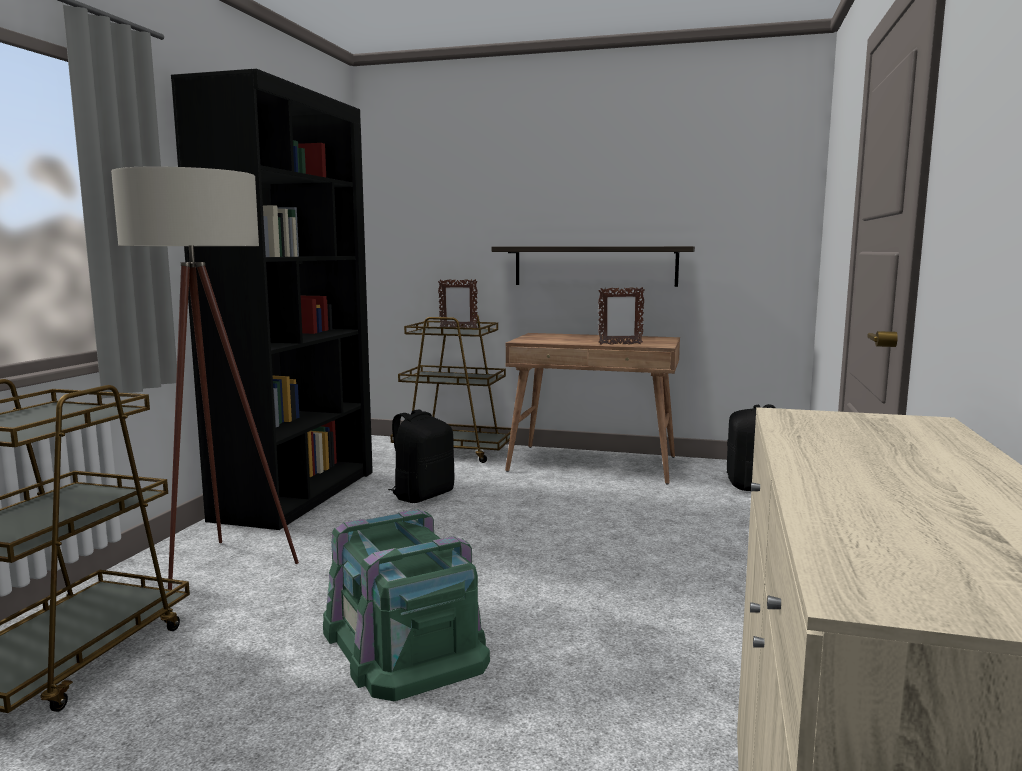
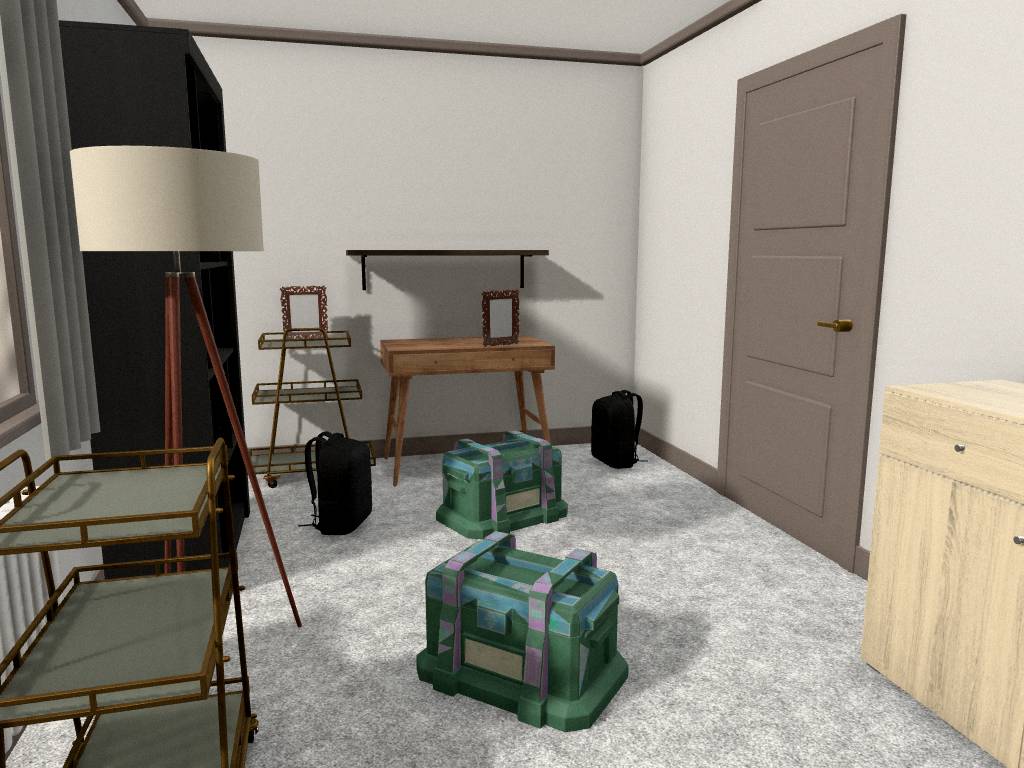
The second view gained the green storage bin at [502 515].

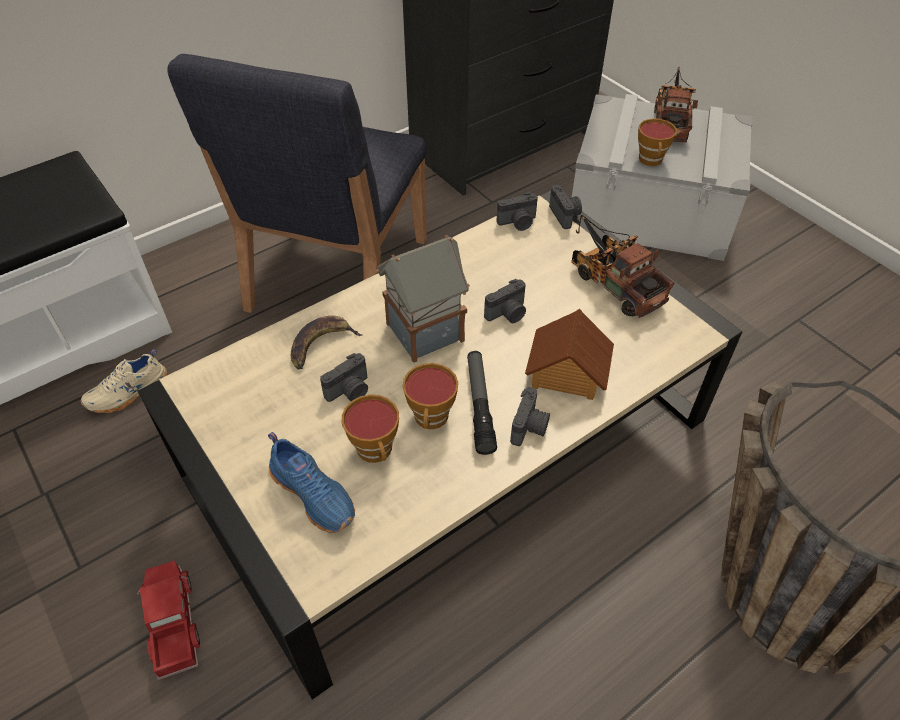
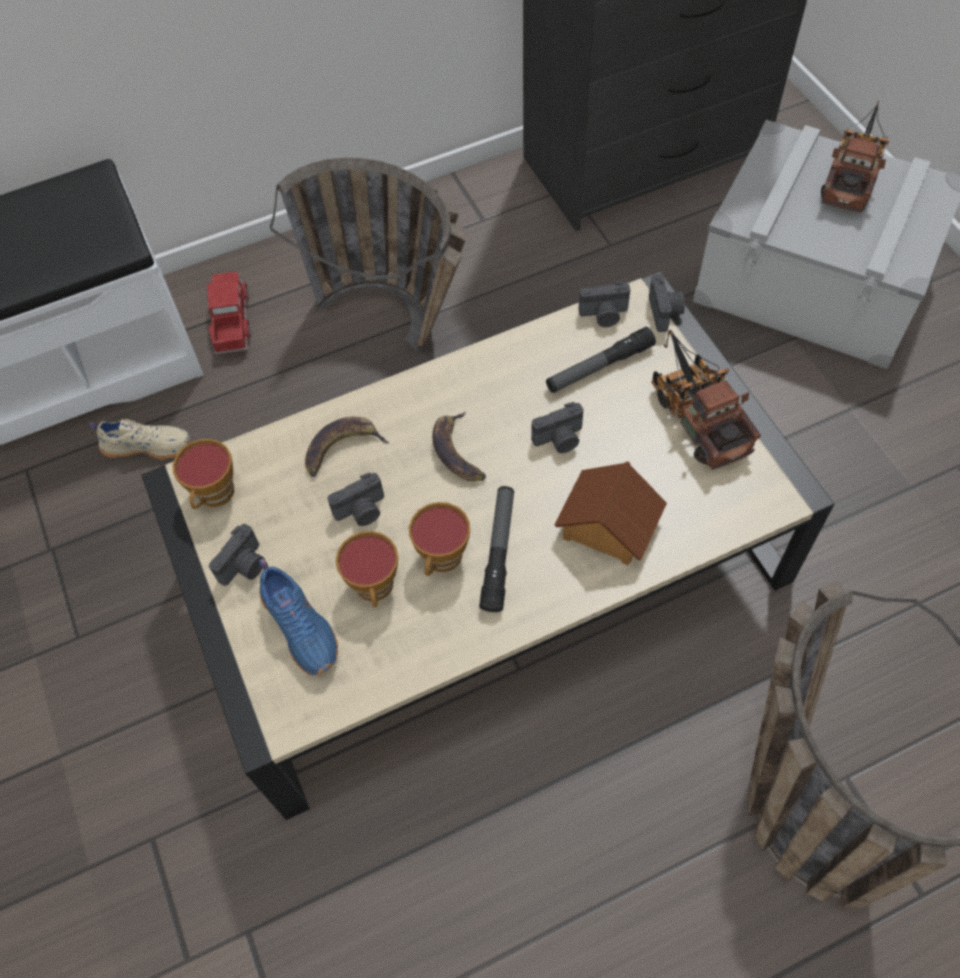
The sand-coloured low shoe at [128 393] ended up facing another way, 150 degrees counterclockwise from before.
The model truck ended up elsewhere, having gone from [173 623] to [231 321].
Where the blue-coloured upright chair stood at [336 275], the storage basket came to stand at [400 325].
Where the toy house stood at [423 334], the banana came to stand at [457 451].
The still camera ended up elsewhere, having gone from [530 427] to [245 566].
The drinking cup ended up elsewhere, having gone from [651 161] to [215 495].
The second view gained the torch at [599 367].

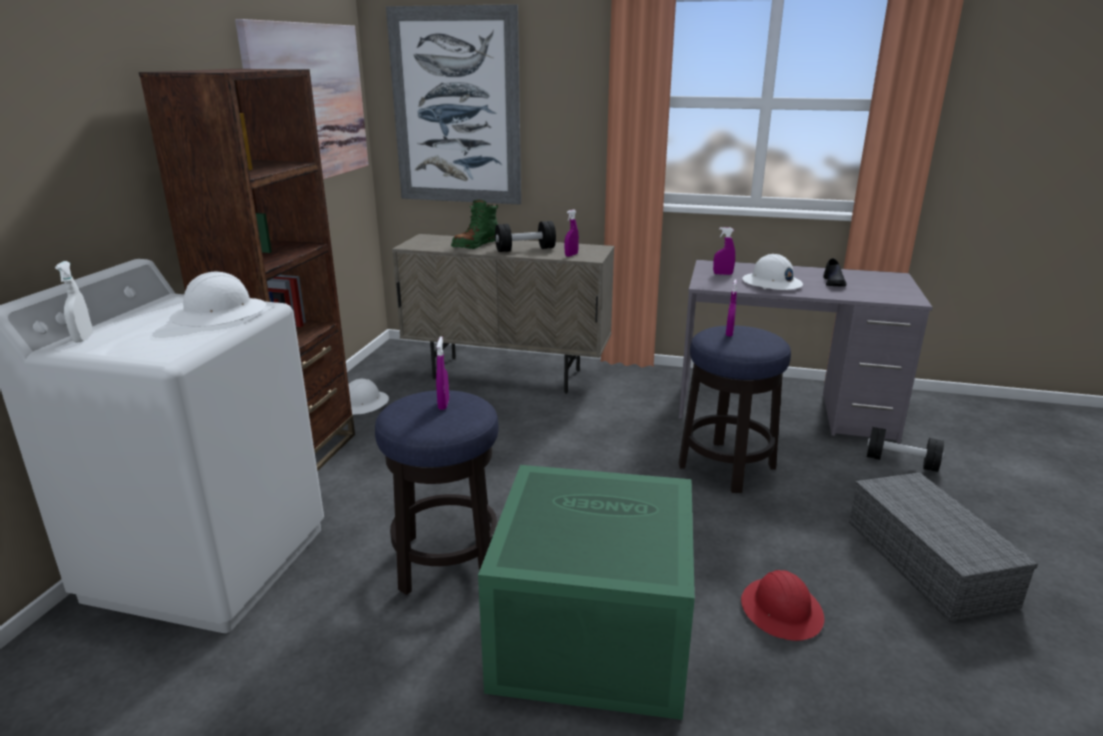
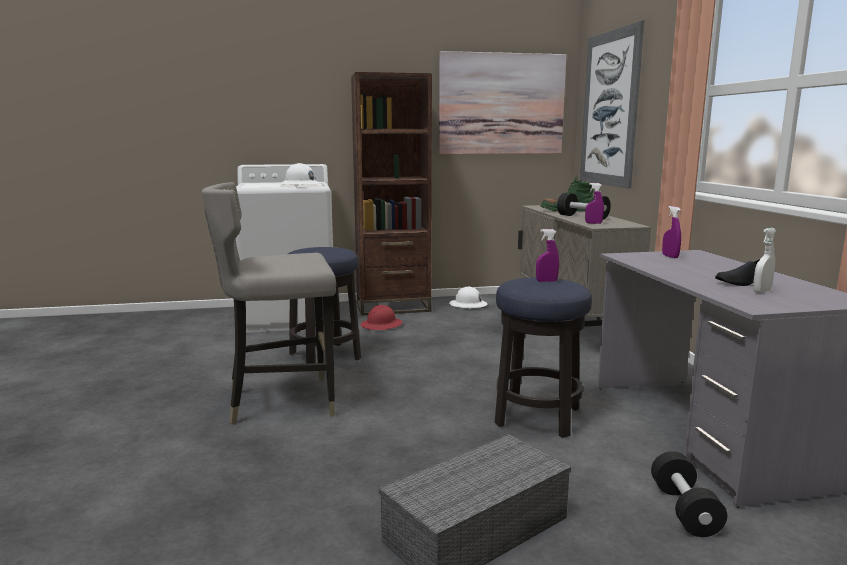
The white-coloured sprayer ended up elsewhere, having gone from [83 338] to [761 291].
The second view lost the purple sprayer at [443 404].
Where the green storage bin stood at [588 635], the greyish stool seat came to stand at [280 401].
The reddish work helmet ended up elsewhere, having gone from [782 610] to [381 325].
The second view lost the white-coloured work helmet at [771 283].

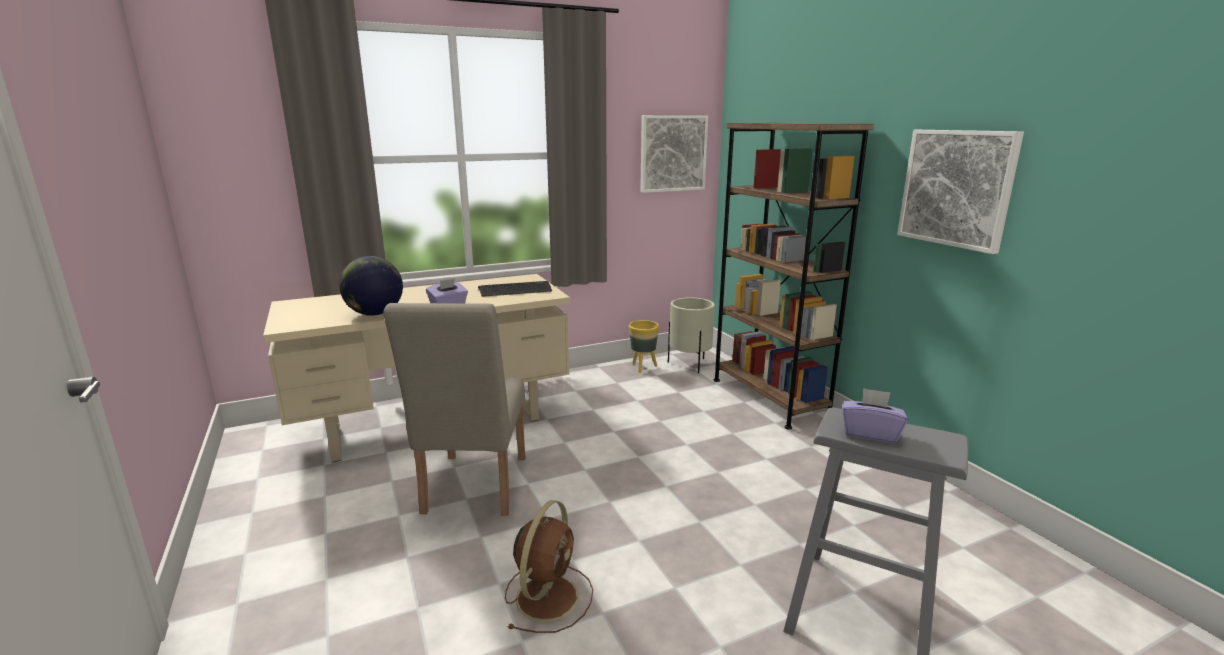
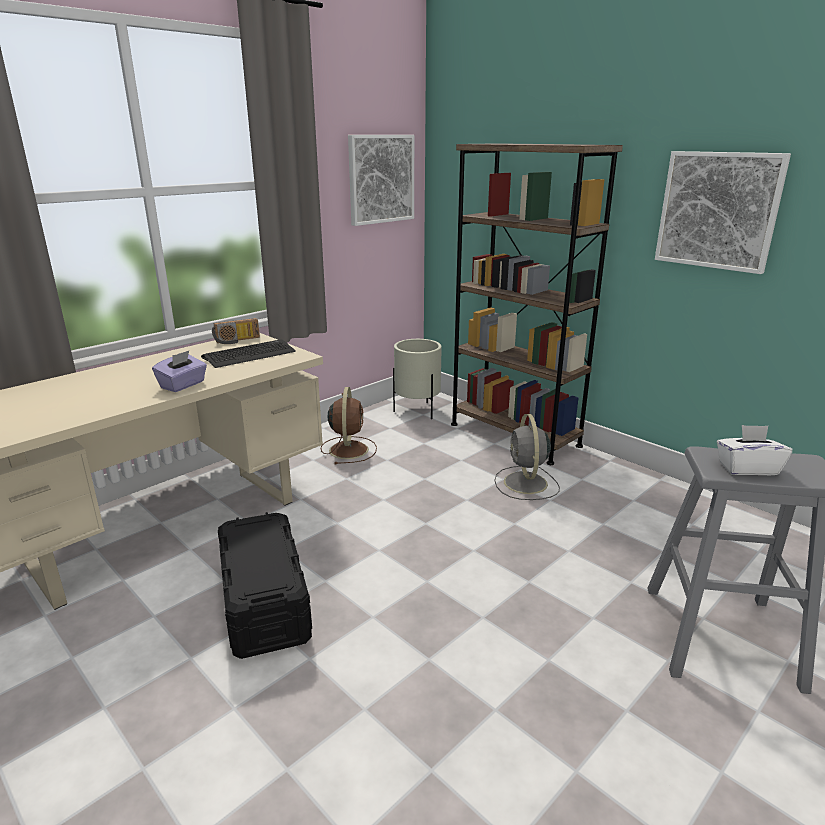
The second view lost the world globe at [375 314].
Where the sand-coloured upright chair stood at [472 490], the blackish storage bin came to stand at [264 603].
The brownish fan ended up elsewhere, having gone from [548 595] to [349 449].
The second view lost the yellow plant pot at [643 367].
What was the purple tissue box at [870 433] turned into the white-coloured tissue box at [747 468].
The second view gained the radio set at [237 341].
The second view gained the greyish fan at [526 484].

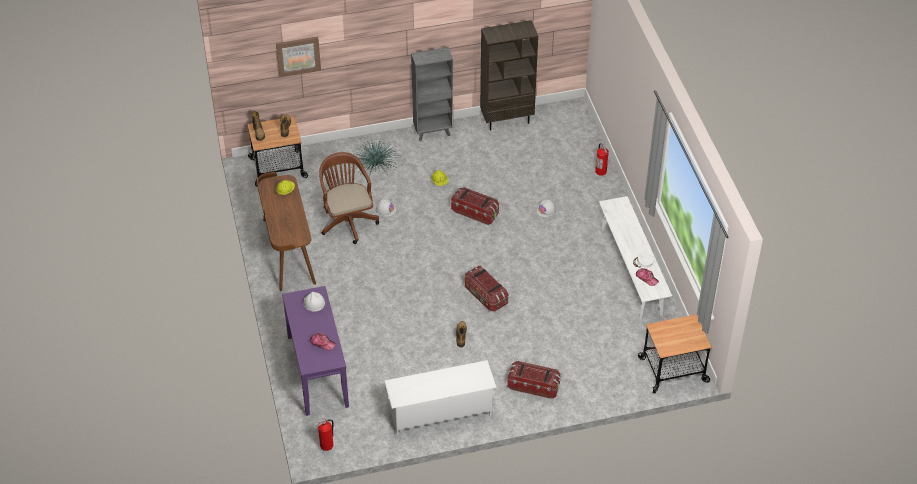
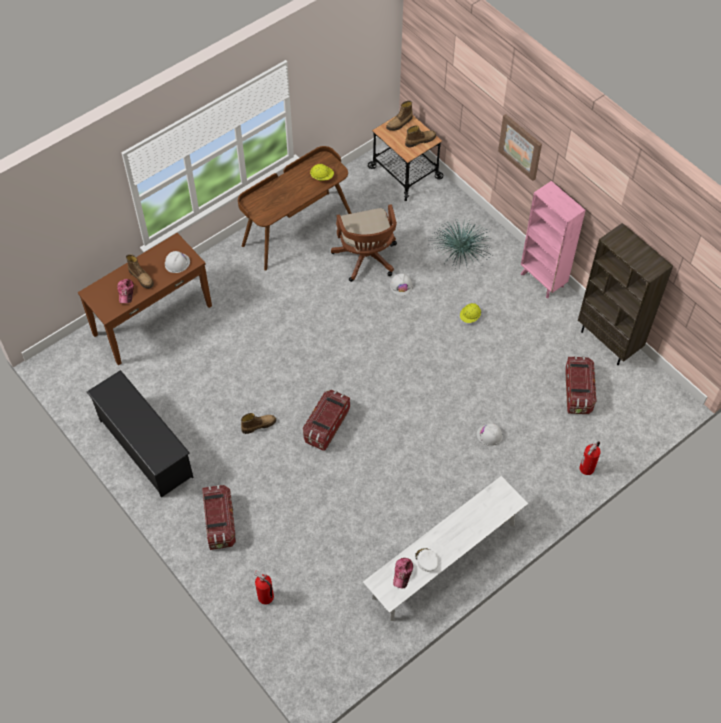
The wall art ended up elsewhere, having gone from [298 56] to [520 146].
What was the purple console table at [317 371] turned into the brownish console table at [152 320].
The extinguisher ended up elsewhere, having gone from [327 445] to [265 597].
The brownish computer chair at [347 220] ended up facing another way, 120 degrees clockwise from before.
What was the white-coloured shoe shelf at [440 412] turned into the blackish shoe shelf at [145 448].
What was the greyish bookcase at [433 132] turned into the pink bookcase at [542 281].
The storage bin ended up elsewhere, having gone from [475 212] to [578 392].
The second view lost the wheeled cart at [673 370].
The second view gained the high-top boot at [141 278].

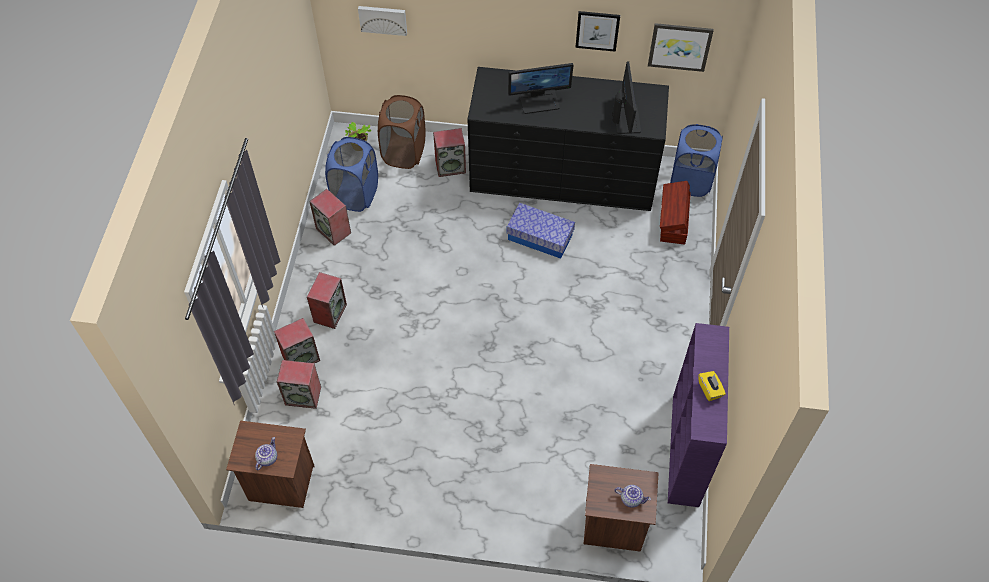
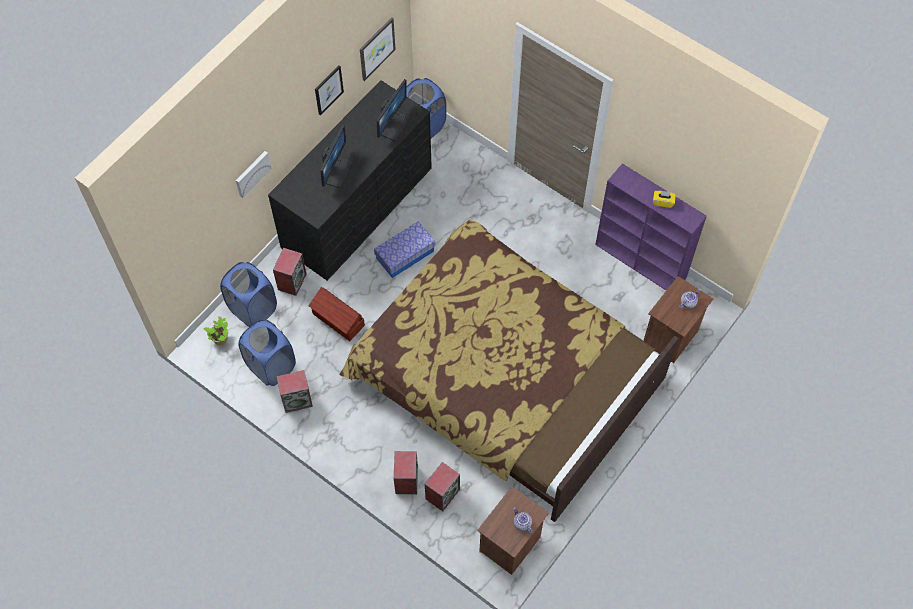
The second view lost the loudspeaker at [330 312].
The wall art ended up elsewhere, having gone from [383 19] to [252 173].
What was the brownish washing basket at [404 153] turned into the blue-coloured washing basket at [253 309].
The monitor at [625 119] ended up facing another way, 90 degrees clockwise from before.
The brownish storage bin ended up elsewhere, having gone from [673 221] to [338 320].
The second view gained the bedroom bed at [503 373].

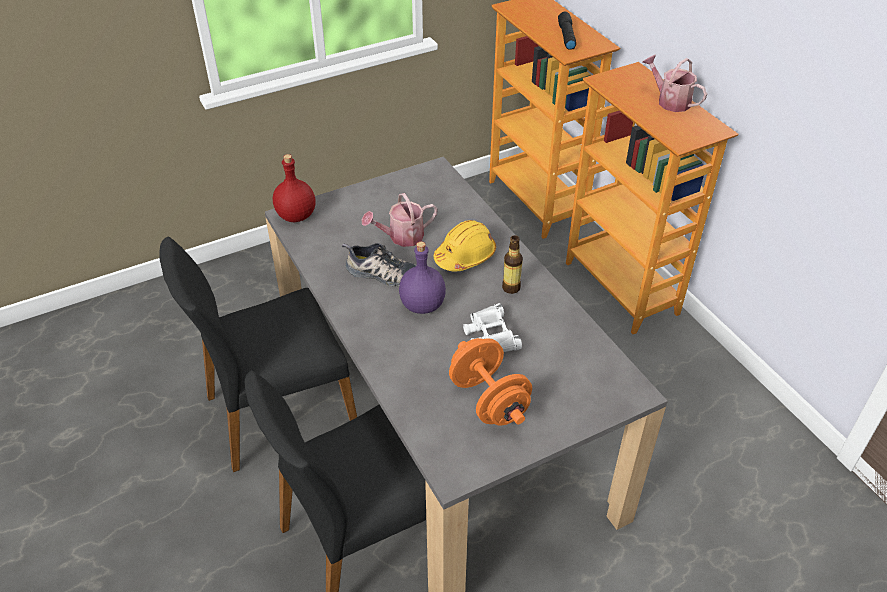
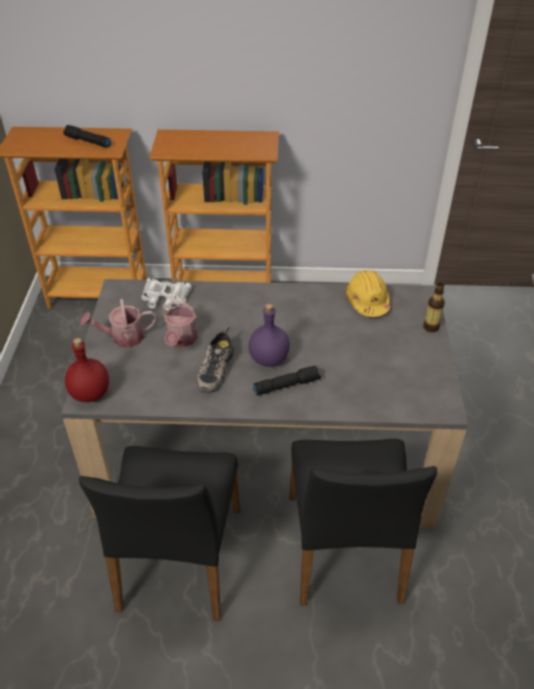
The low shoe at [381 274] ended up facing another way, 150 degrees clockwise from before.
The yellow work helmet ended up elsewhere, having gone from [465 256] to [367 301].
The second view lost the orangey dumbbell at [489 400].
The white-coloured field glasses ended up elsewhere, having gone from [490 335] to [164 298].
The bottle ended up elsewhere, having gone from [511 288] to [430 327].
The watering can ended up elsewhere, having gone from [670 101] to [123 337].
The second view gained the blackish torch at [287 385].

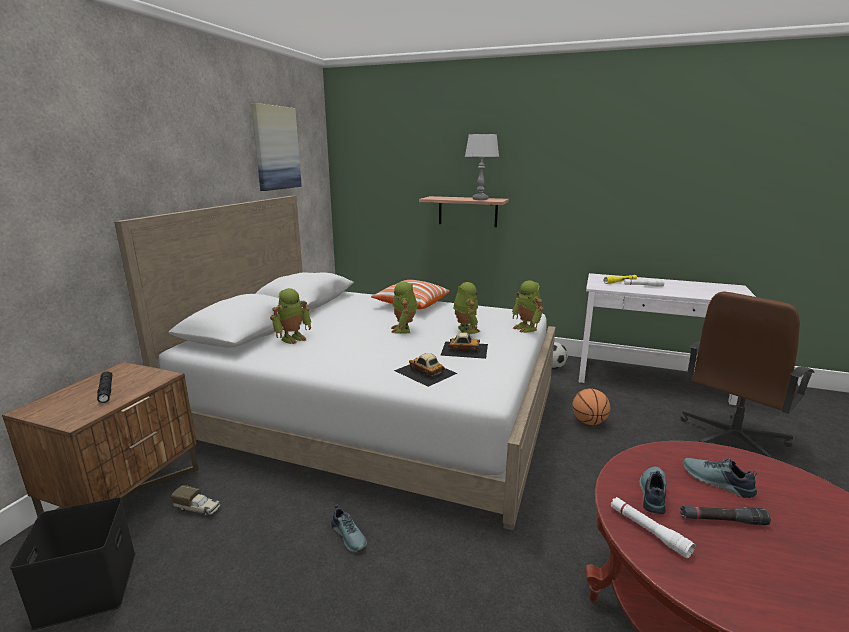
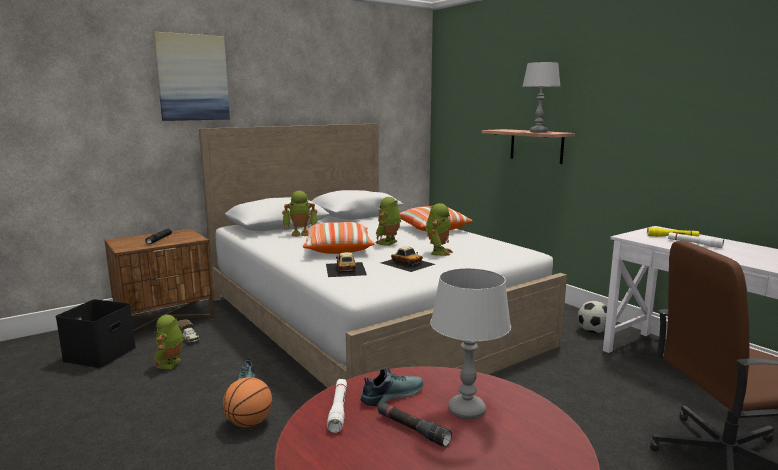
The wall art ended up elsewhere, having gone from [276 148] to [192 78].
The toy robot ended up elsewhere, having gone from [527 328] to [171 364].
The basketball ball ended up elsewhere, having gone from [589 422] to [249 423].
Where the low shoe stood at [716 482], the greyish lamp for a table came to stand at [466 410].
The second view gained the pillow at [337 249].

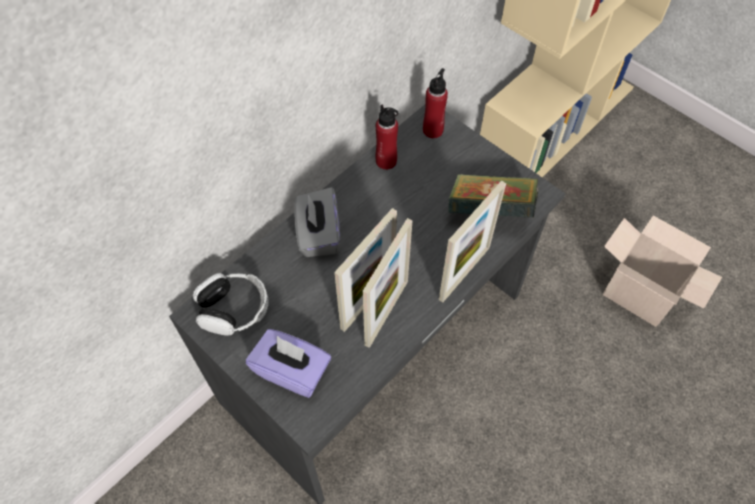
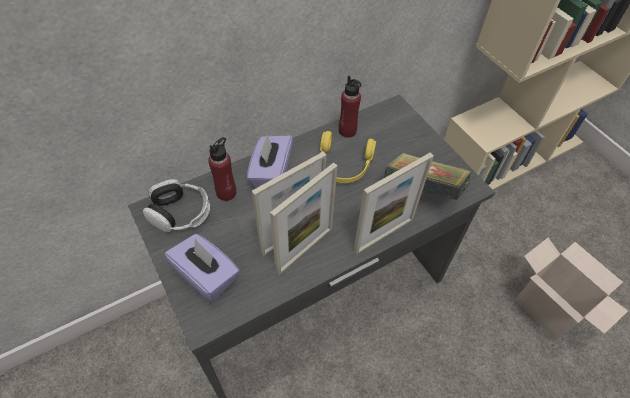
What was the greyish tissue box at [318 235] turned into the purple tissue box at [271 173].
The reddish bottle ended up elsewhere, having gone from [433 130] to [226 192].
The second view gained the yellow headphones at [344 165].

